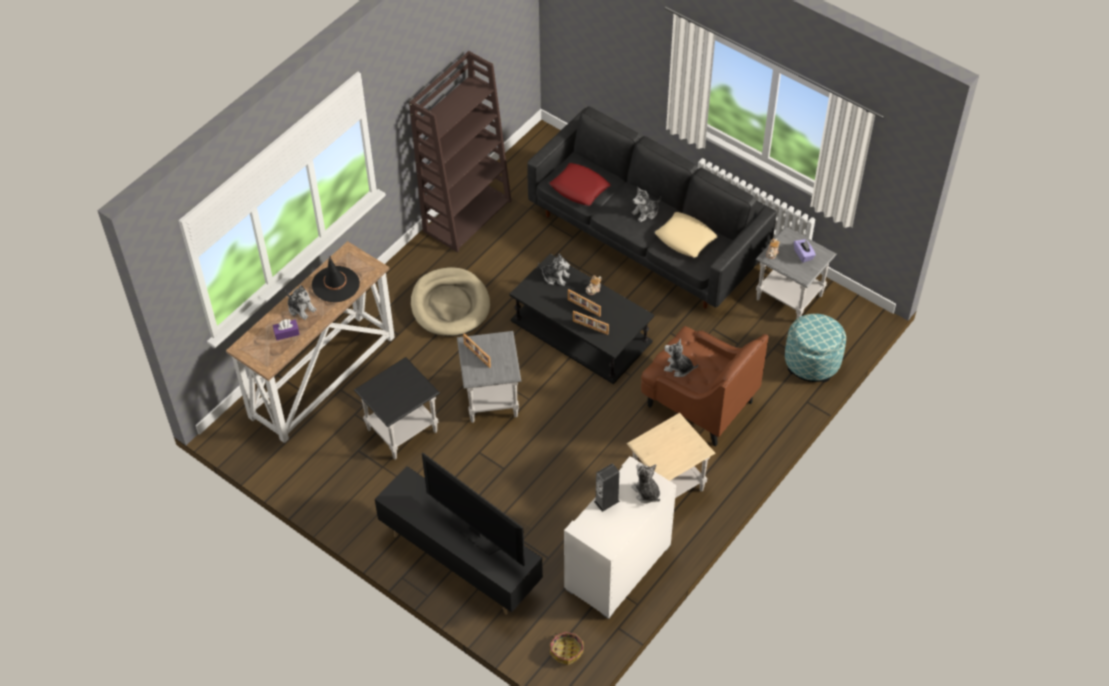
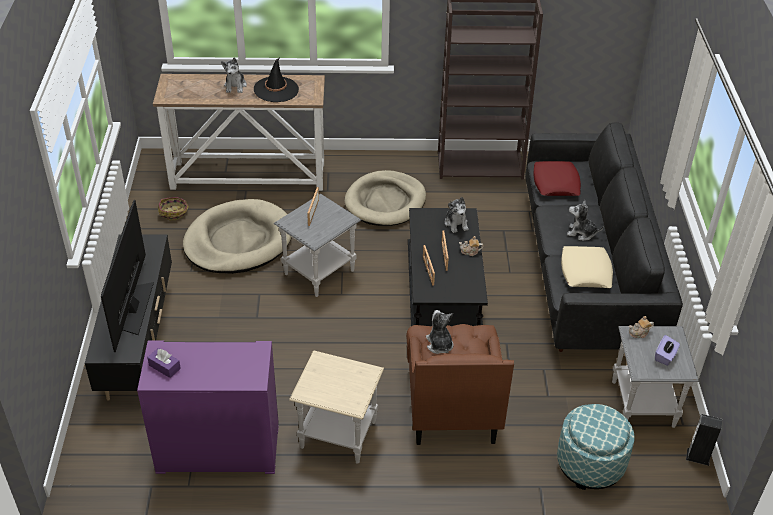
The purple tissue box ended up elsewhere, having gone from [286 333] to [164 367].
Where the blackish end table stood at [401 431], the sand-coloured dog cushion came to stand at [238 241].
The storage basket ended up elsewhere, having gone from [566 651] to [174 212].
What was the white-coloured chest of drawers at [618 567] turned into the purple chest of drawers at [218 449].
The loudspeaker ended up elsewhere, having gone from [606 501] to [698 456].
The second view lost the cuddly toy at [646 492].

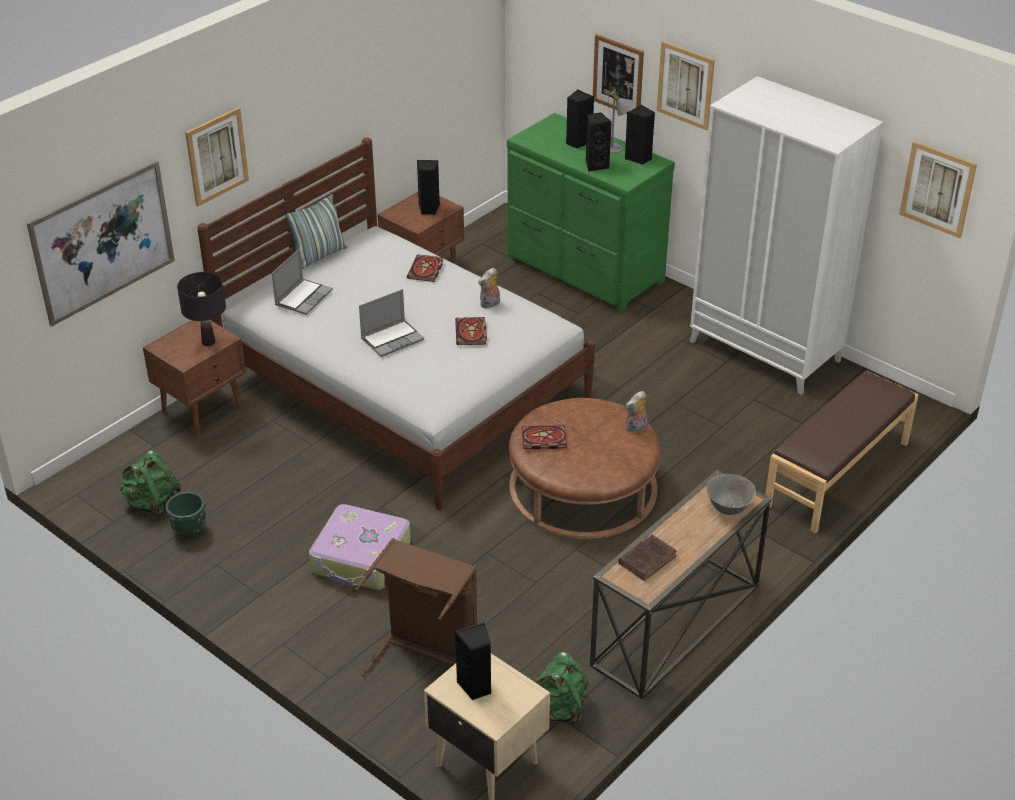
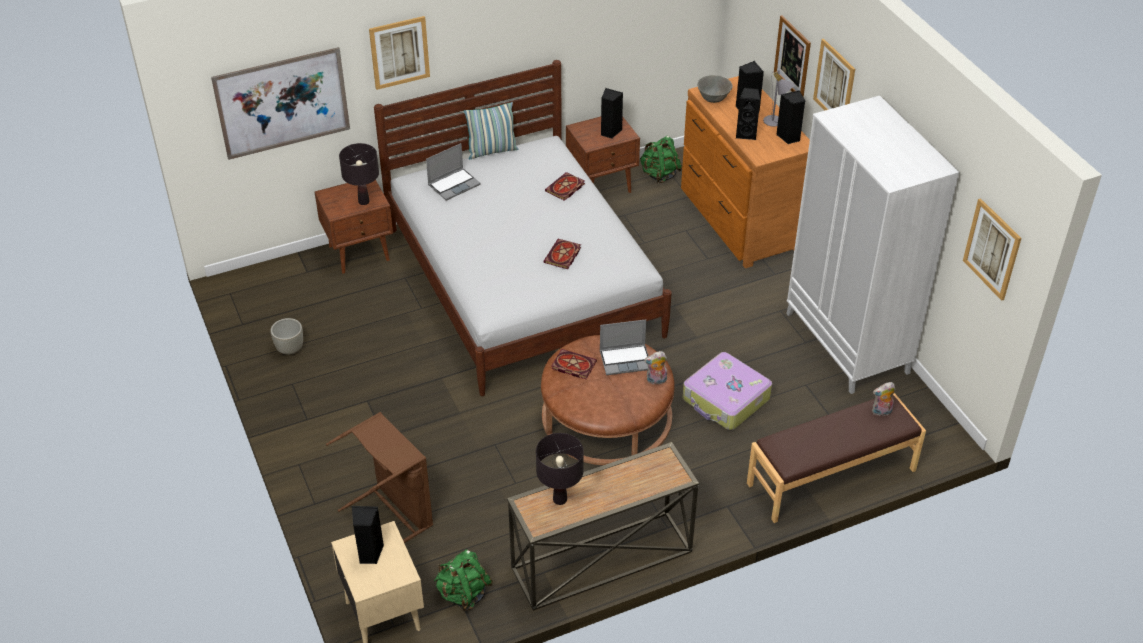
The green knapsack ended up elsewhere, having gone from [152 503] to [659 175].
What was the green plant pot at [189 530] turned into the greyish plant pot at [289 349].
The travel case ended up elsewhere, having gone from [361 558] to [726 400].
The laptop ended up elsewhere, having gone from [392 339] to [626 360].
The cuddly toy ended up elsewhere, having gone from [490 304] to [881 412].
What was the green chest of drawers at [583 270] turned into the brownish chest of drawers at [739 220].
Where the brownish book stood at [648 559], the blackish lamp for a table came to stand at [560 499].
The greyish serving bowl ended up elsewhere, having gone from [728 507] to [713 98].

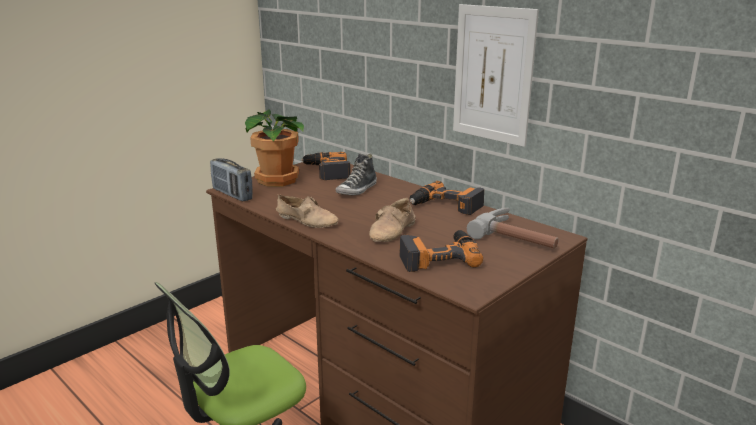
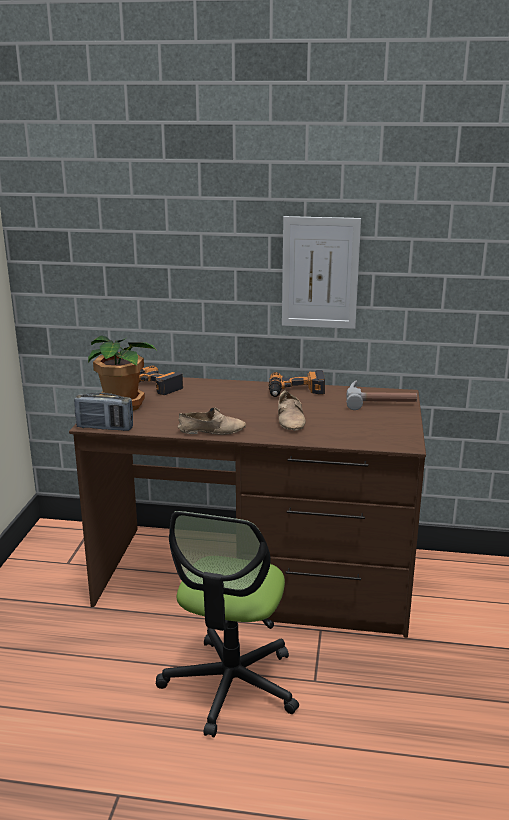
The second view lost the low shoe at [357 190].
The second view lost the power drill at [438 257].

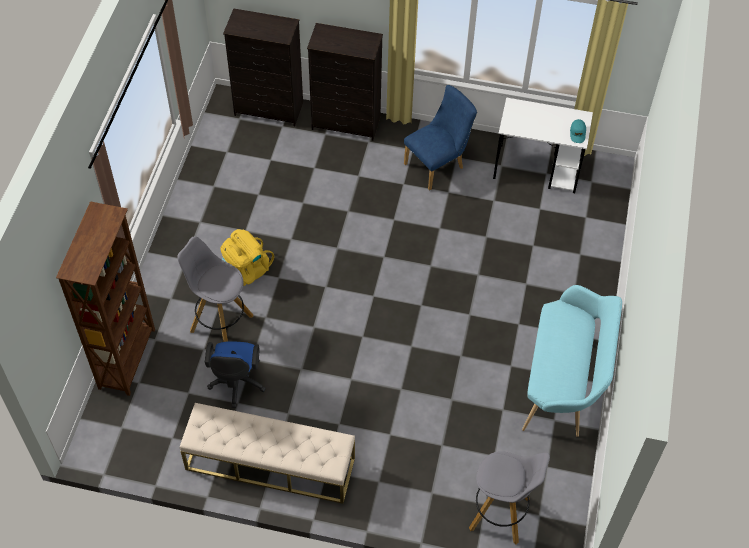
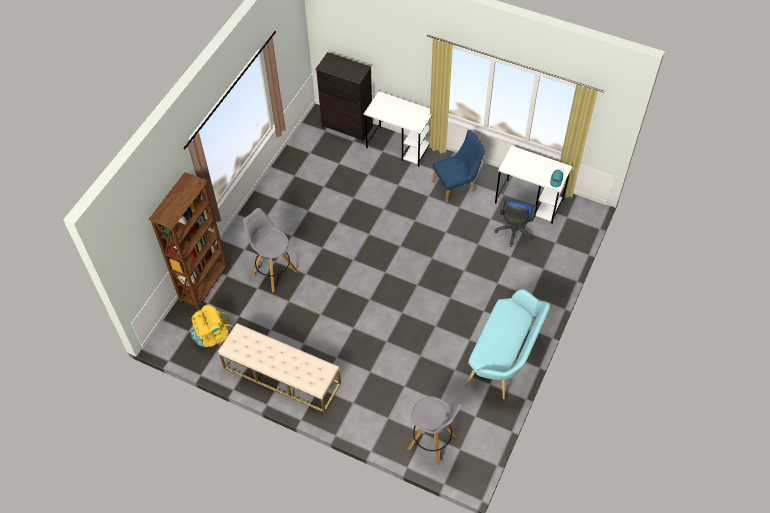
The blue-coloured computer chair ended up elsewhere, having gone from [236 384] to [513 232].
The yellow knapsack ended up elsewhere, having gone from [246 271] to [212 335].
Where the blackish chest of drawers stood at [346 123], the white-coloured desk unit came to stand at [399 146].

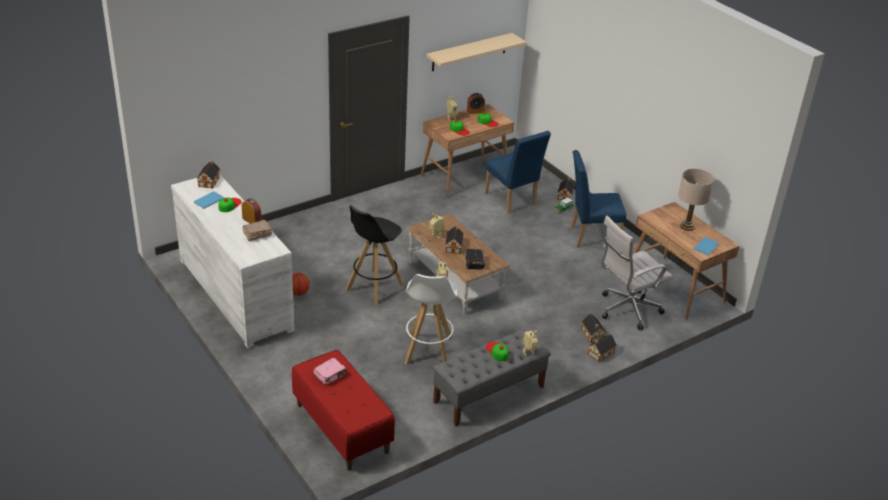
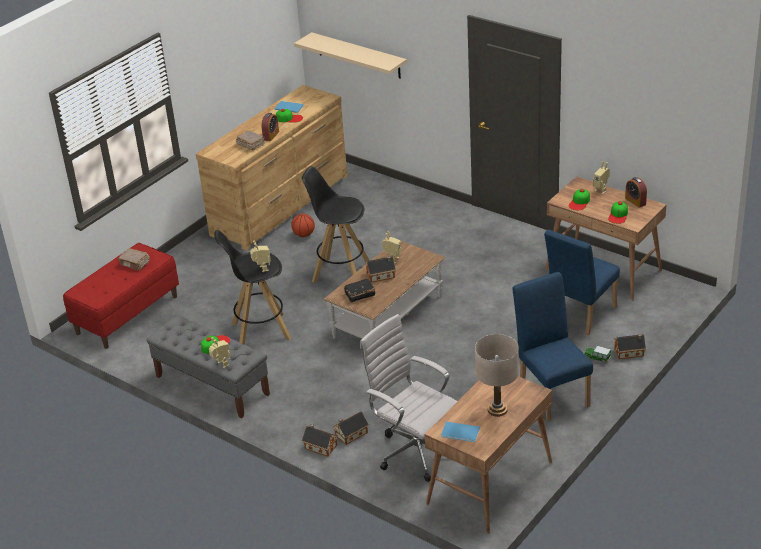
What was the white-coloured chest of drawers at [236 294] turned into the brownish chest of drawers at [281 205].
The second view lost the toy house at [209 181].
What was the pink book at [330 375] turned into the brownish book at [135 263].
What was the white-coloured stool seat at [428 350] turned into the blackish stool seat at [260 331].
The sand-coloured wall shelf ended up elsewhere, having gone from [469 52] to [358 55].

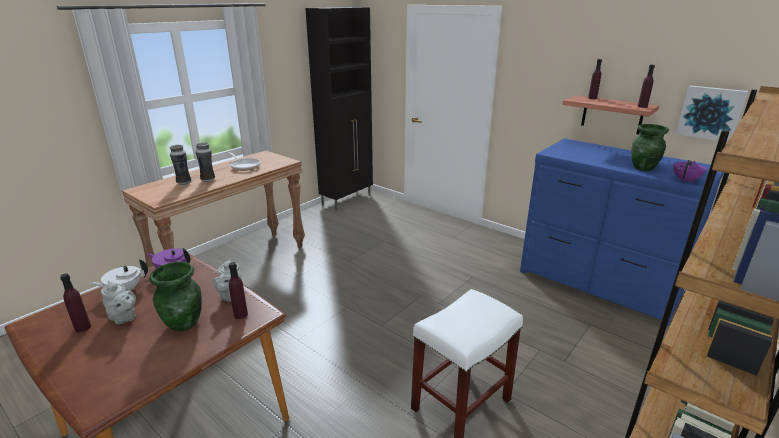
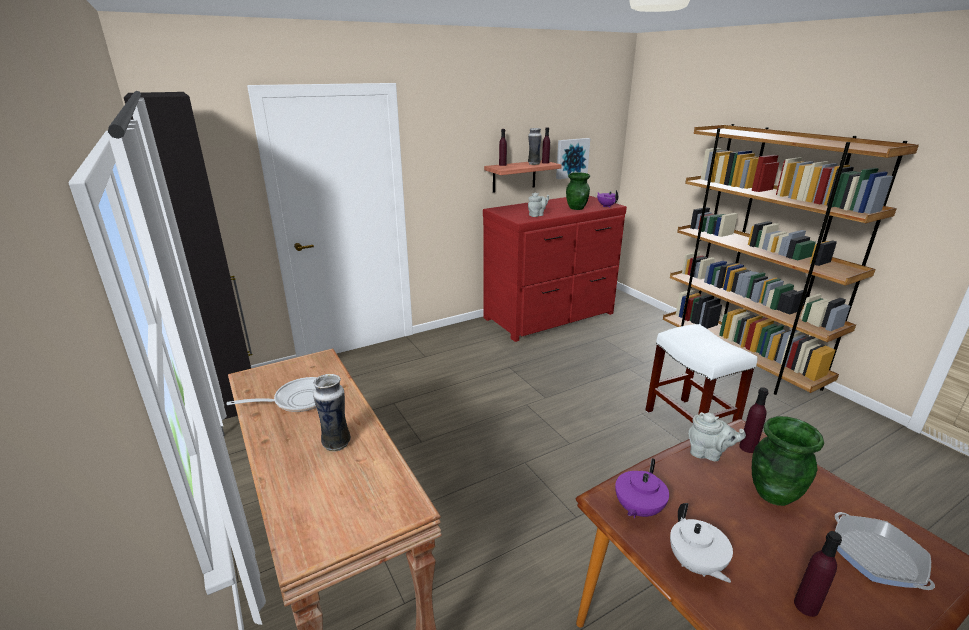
The greyish tea pot ended up elsewhere, having gone from [123 318] to [537 215].
The decorative vase ended up elsewhere, having gone from [184 183] to [533 164].
What was the blue-coloured chest of drawers at [598 283] turned into the reddish chest of drawers at [550 316].
The second view gained the pan at [877 556].

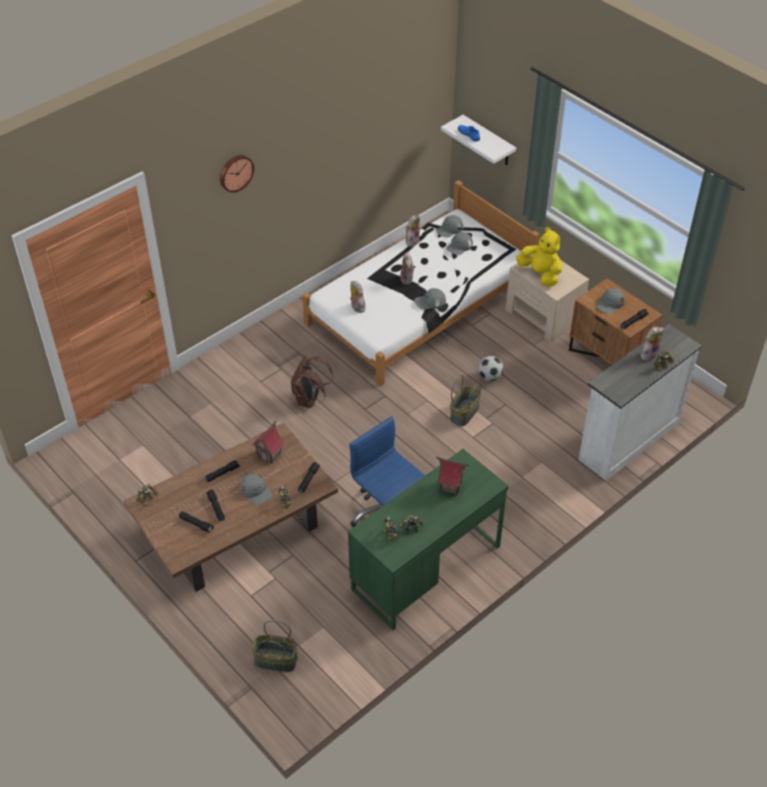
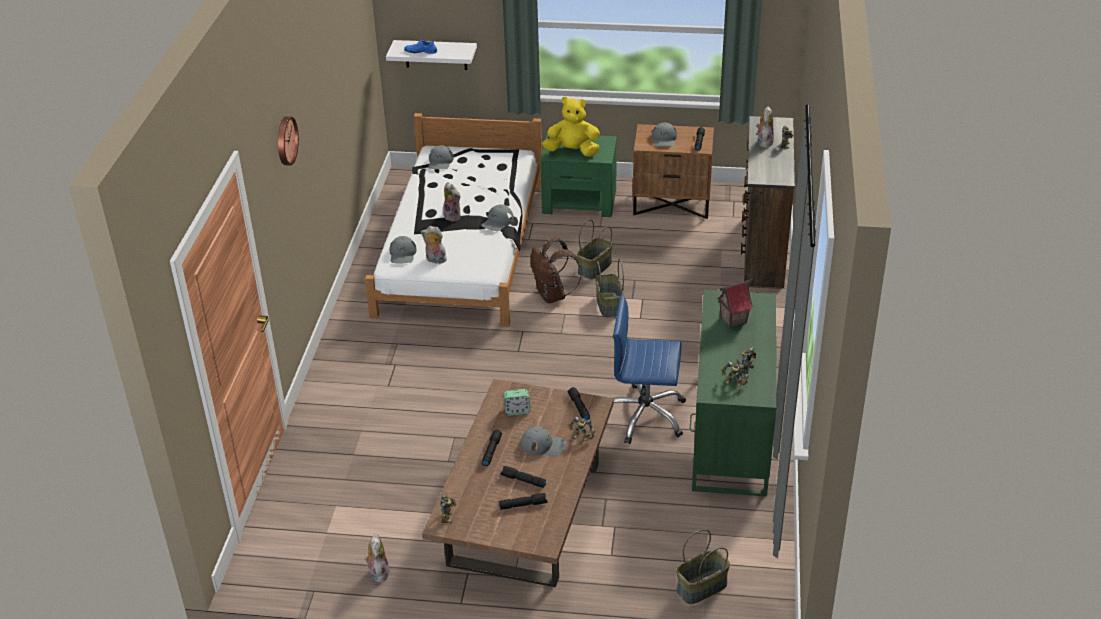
Where the toy house stood at [269 455], the bedside clock came to stand at [517 411].
The brownish knapsack ended up elsewhere, having gone from [309 400] to [553 296].
The cuddly toy ended up elsewhere, having gone from [412 241] to [378 572].
The greyish cap ended up elsewhere, having gone from [459 246] to [402 254].
Where the ball for football stood at [489 377], the storage basket came to stand at [595 268].
What was the sand-coloured nightstand at [543 315] turned into the green nightstand at [580 201].
What was the white-coloured chest of drawers at [627 440] turned into the brownish chest of drawers at [762 251].

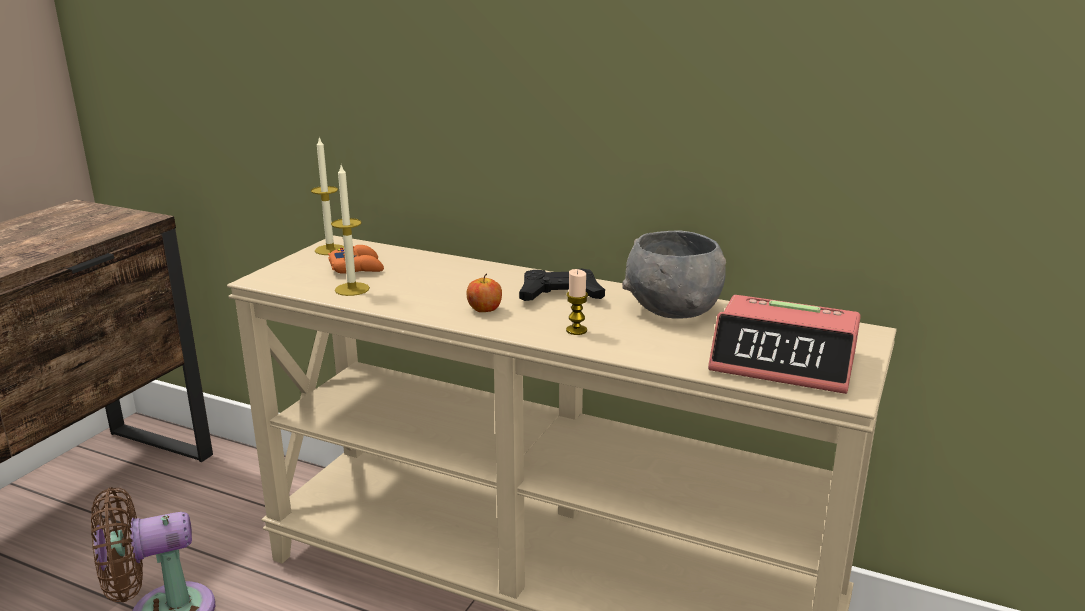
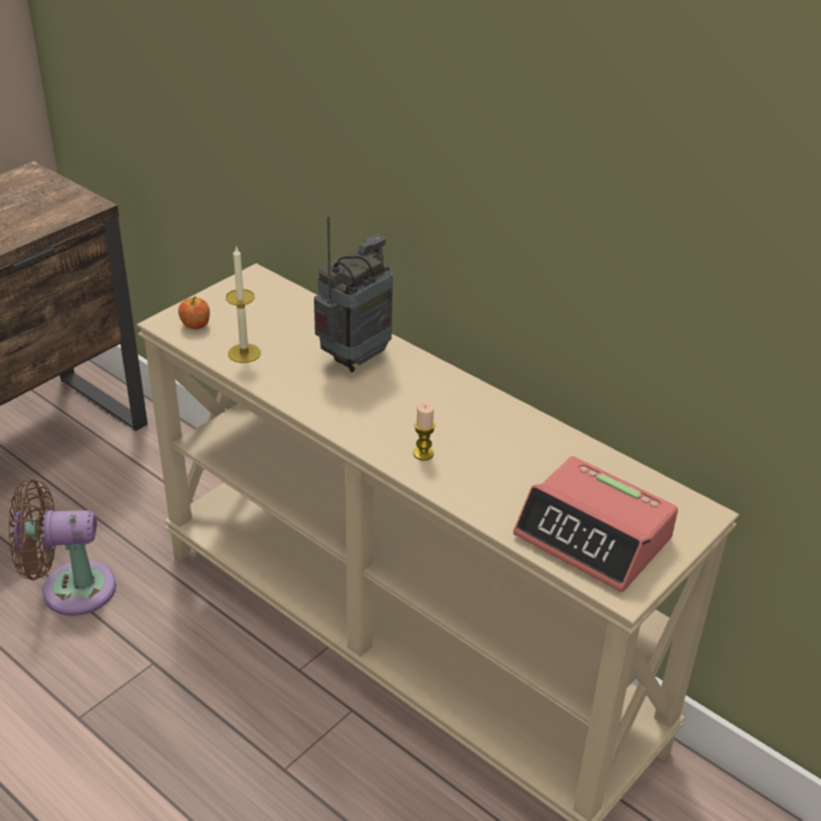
The second view lost the wax candle at [330 250].
The second view lost the orangey joypad at [357 267].
The whole apple ended up elsewhere, having gone from [484 310] to [195 325].
The second view lost the blackish joypad at [560 294].
The second view lost the greyish serving bowl at [673 309].
The second view gained the radio set at [355 359].

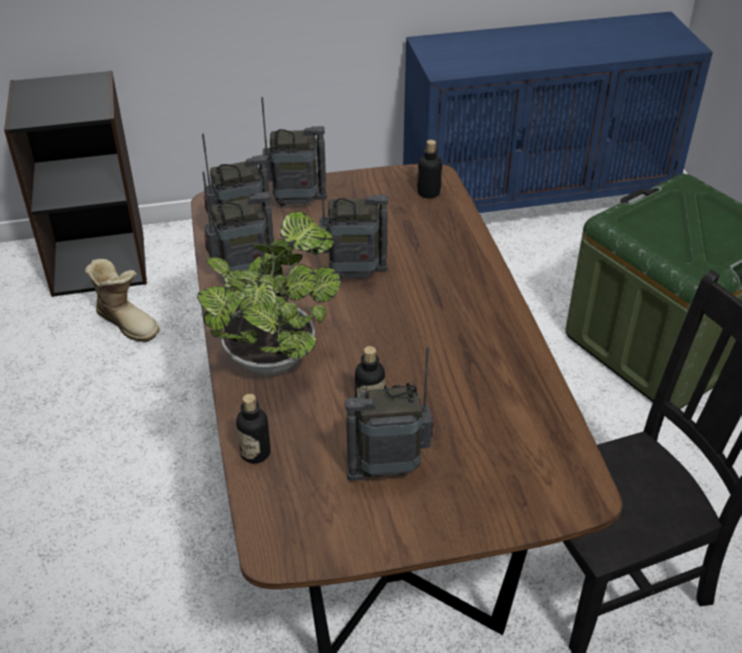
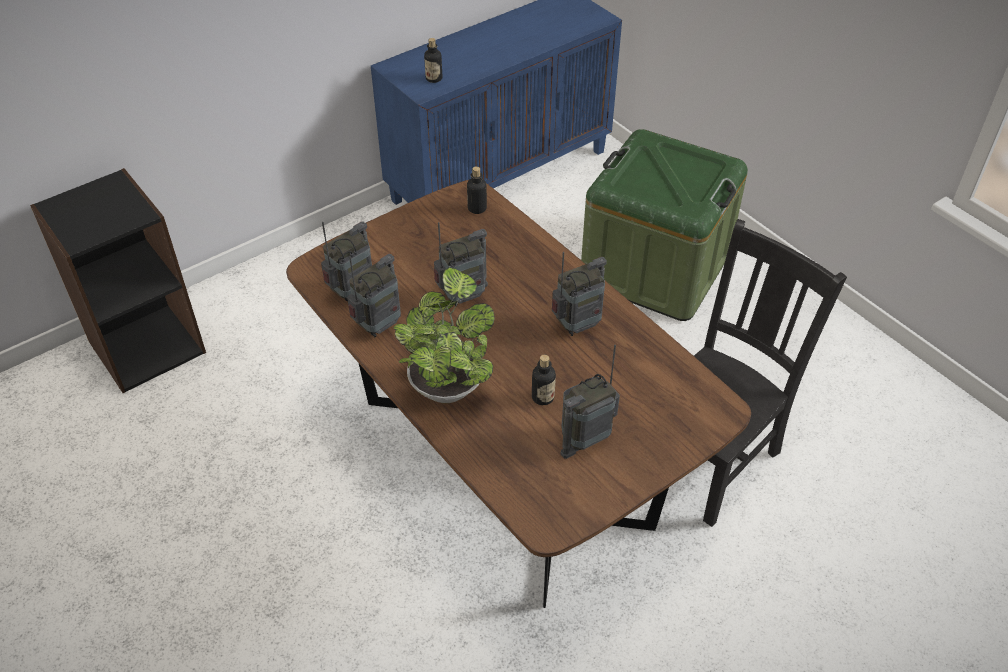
The second view lost the high-top boot at [128 322].
The bottle ended up elsewhere, having gone from [255 453] to [434 78].
The radio set ended up elsewhere, having gone from [296 202] to [578 326].

